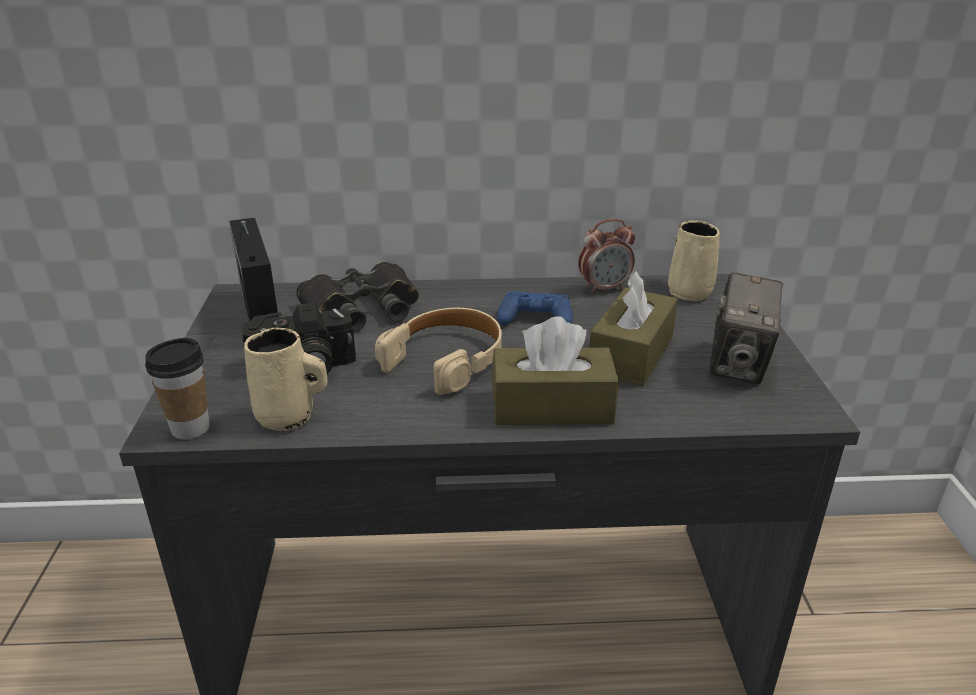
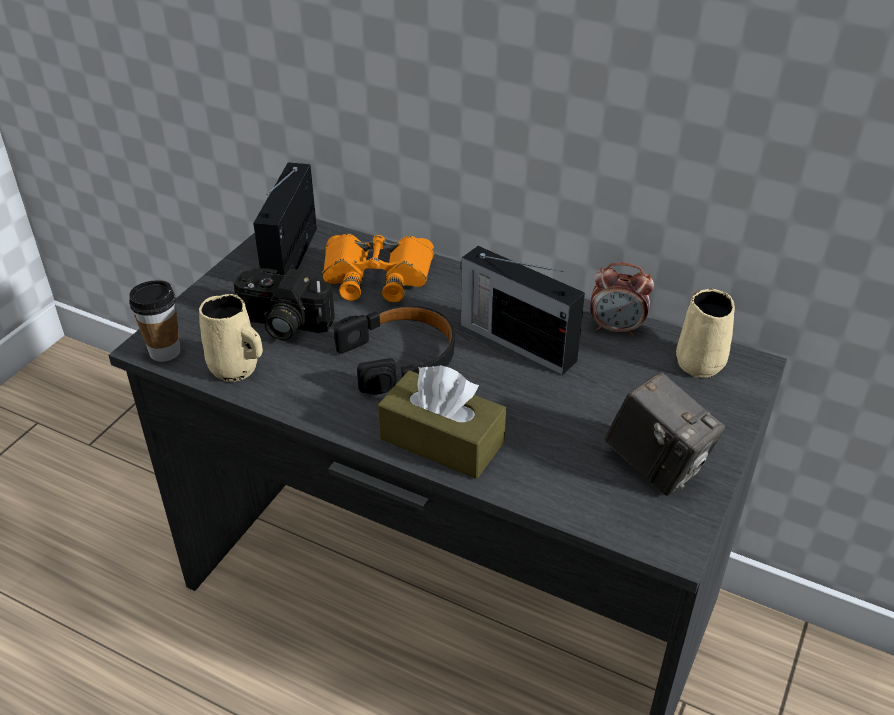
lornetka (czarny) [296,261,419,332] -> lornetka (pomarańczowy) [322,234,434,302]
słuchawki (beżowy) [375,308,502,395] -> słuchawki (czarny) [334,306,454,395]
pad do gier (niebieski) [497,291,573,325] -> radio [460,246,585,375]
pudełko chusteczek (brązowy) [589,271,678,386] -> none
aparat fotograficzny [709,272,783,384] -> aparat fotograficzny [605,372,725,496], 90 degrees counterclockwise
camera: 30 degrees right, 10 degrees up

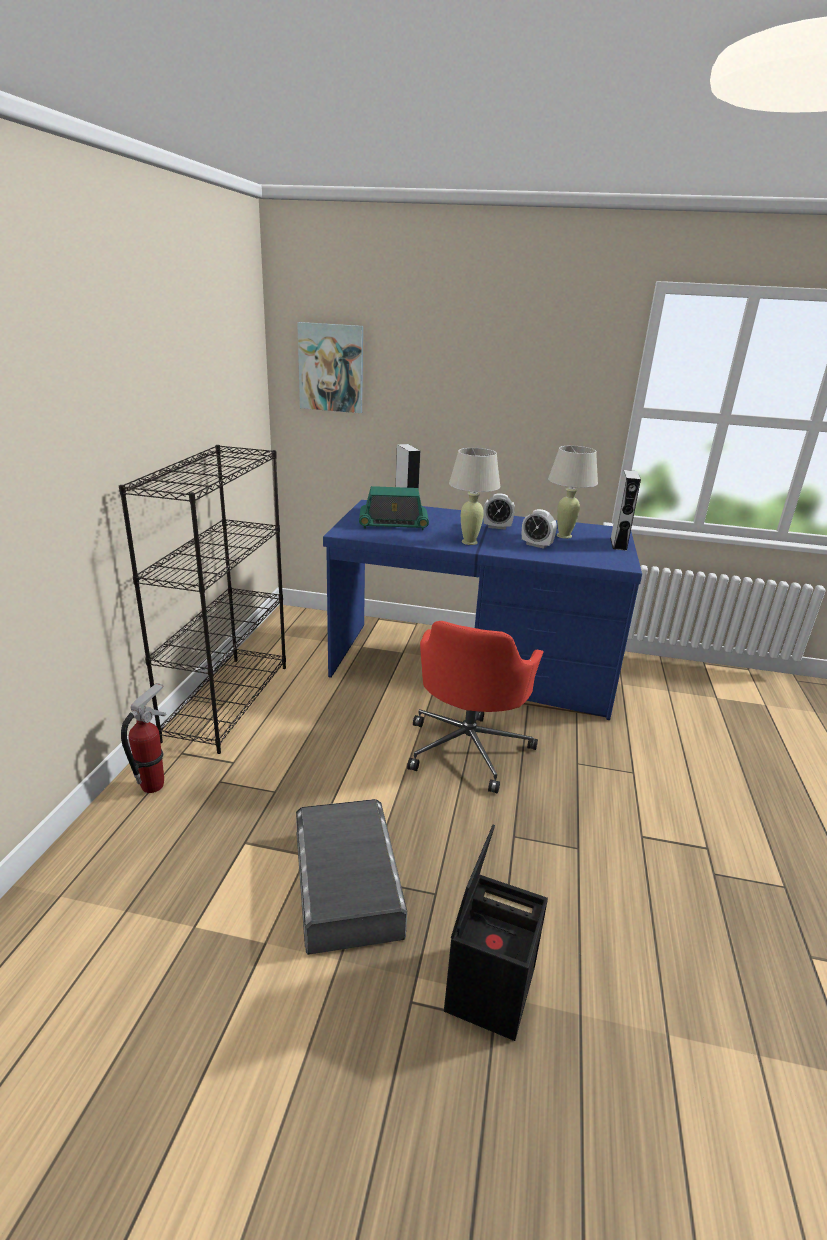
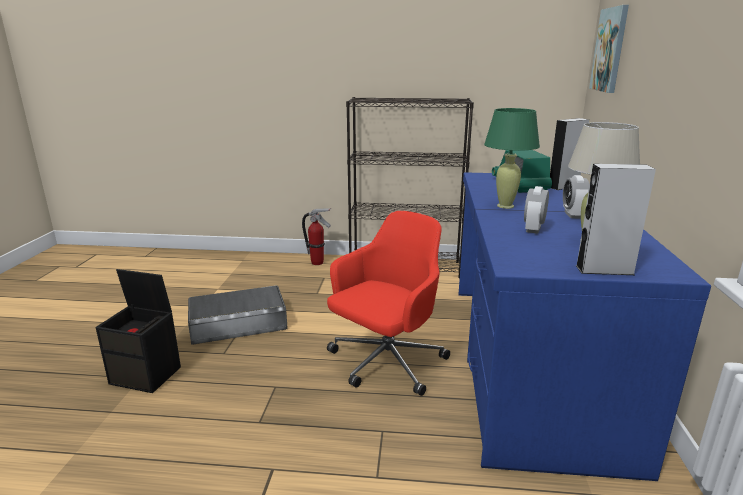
krzesło biurowe (czerwony) [407,621,544,794] -> krzesło biurowe (czerwony) [327,211,450,396], 120 degrees clockwise
lampa stołowa (beżowy) [449,448,501,545] -> lampa stołowa (zielony) [484,108,540,209]
camera: 85 degrees right, 5 degrees down

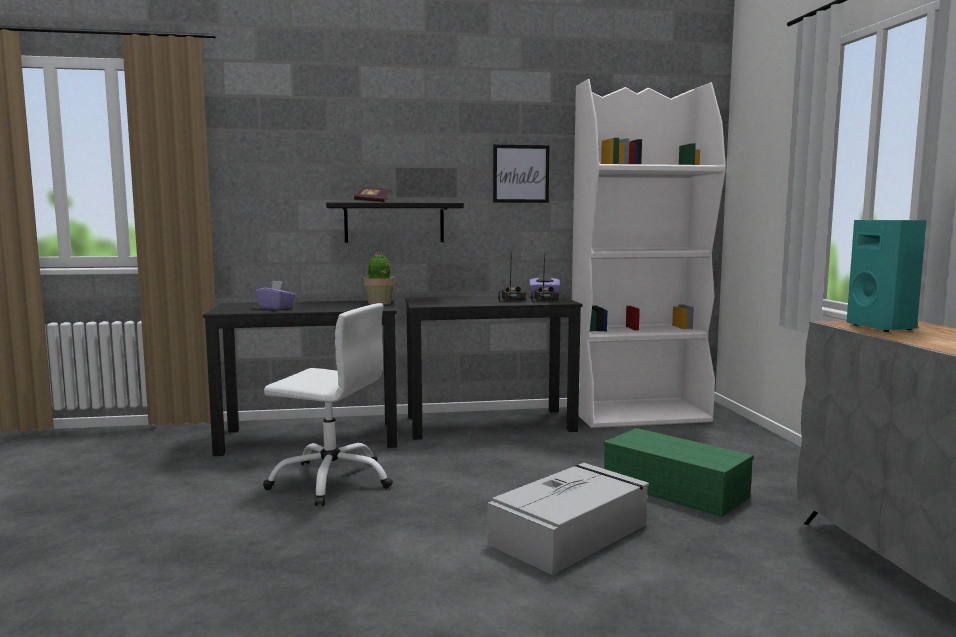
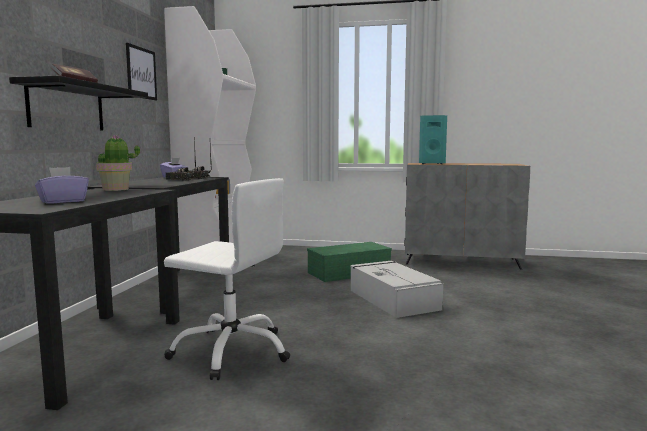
krzesło biurowe (biały) [263,303,393,506] -> krzesło biurowe (biały) [164,178,290,380], 75 degrees clockwise
camera: 70 degrees left, 0 degrees up

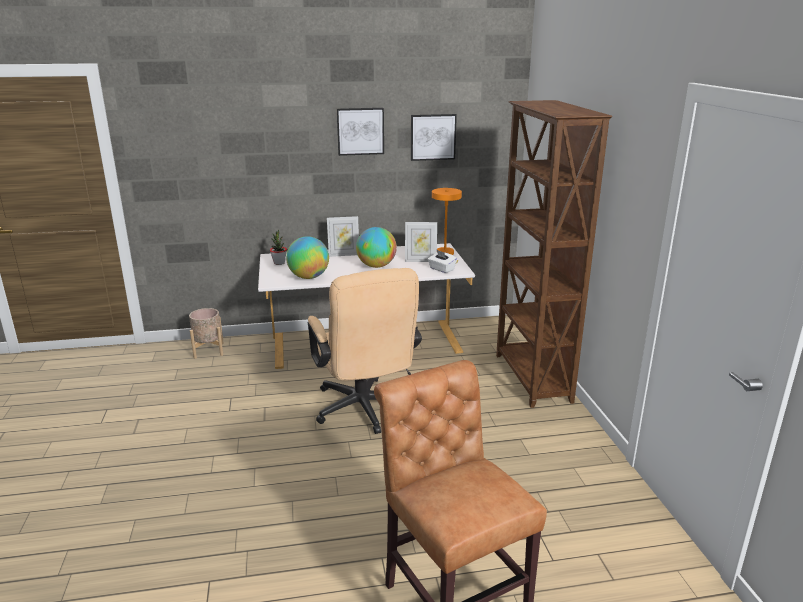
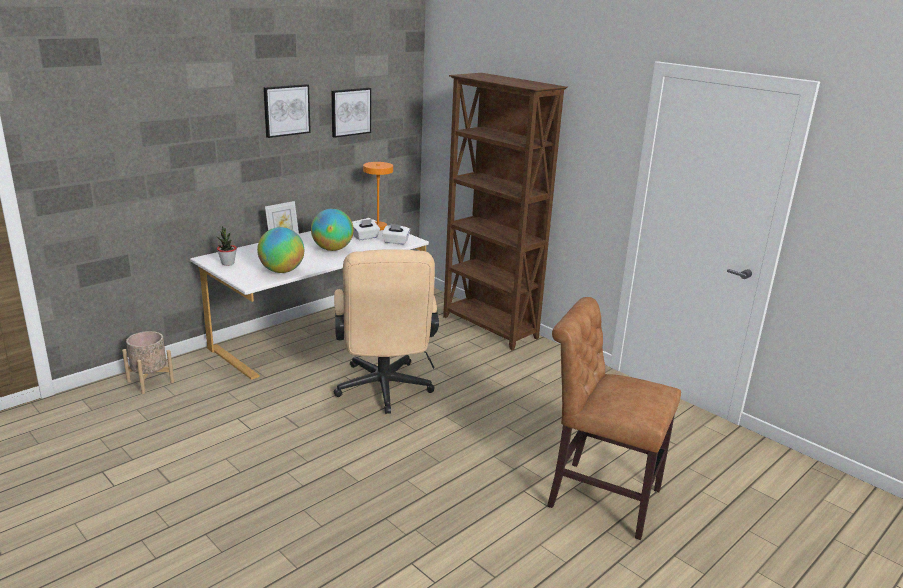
krzesło biurowe (beżowy) [308,268,422,434] -> krzesło biurowe (beżowy) [334,249,439,414], 45 degrees clockwise
ramka na zdjęcie [405,222,437,262] -> pudełko chusteczek (biały) [353,219,380,240]
camera: 35 degrees left, 0 degrees up

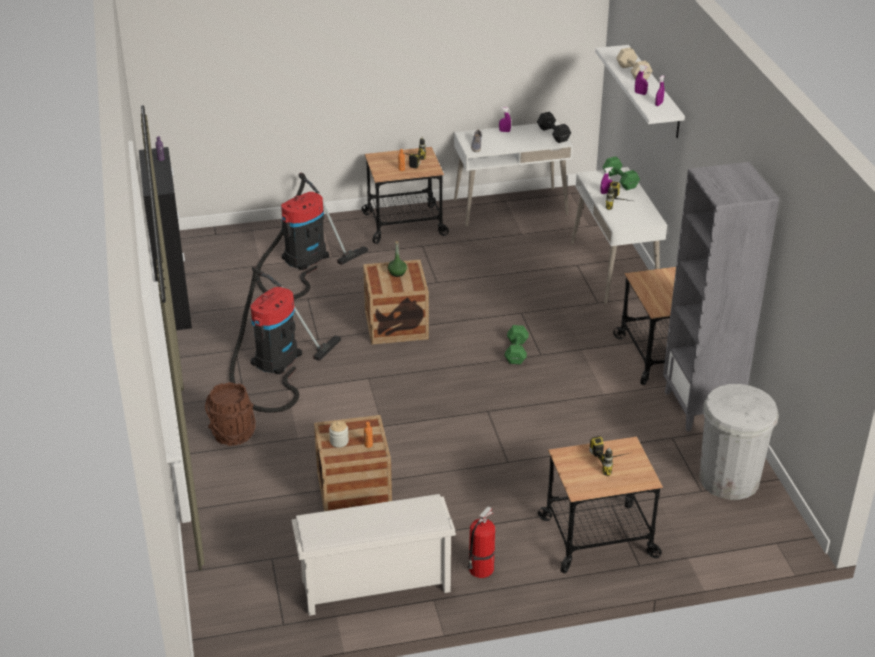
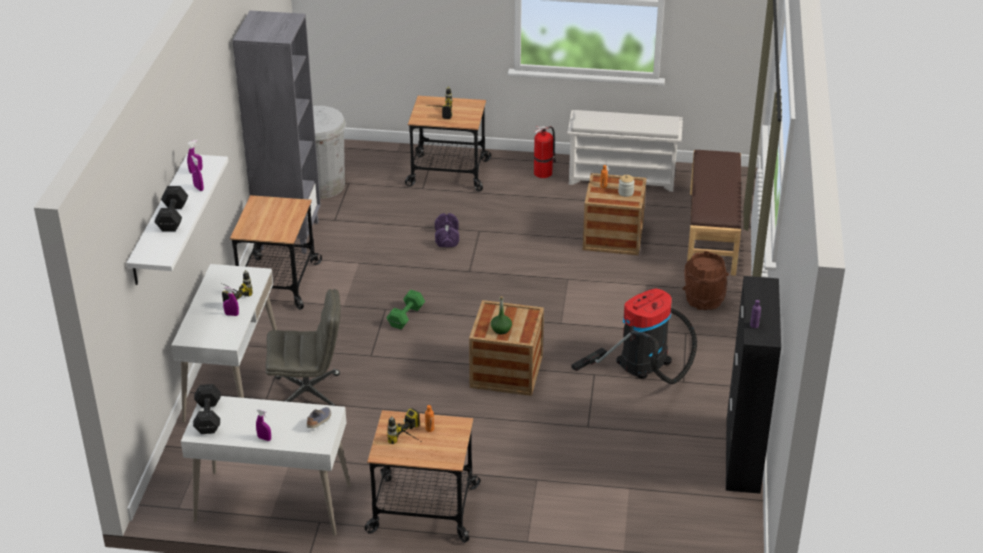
odkurzacz [256,173,368,299] -> none
hantel (zielony) [602,156,640,190] -> none
hantel (beżowy) [616,47,653,80] -> hantel (czarny) [155,186,188,231]
none -> krzesło biurowe (szary) [266,289,341,406]
none -> hantel (fioletowy) [435,213,459,248]
none -> ławka (brązowy) [687,150,741,276]
camera: 160 degrees left, 0 degrees up

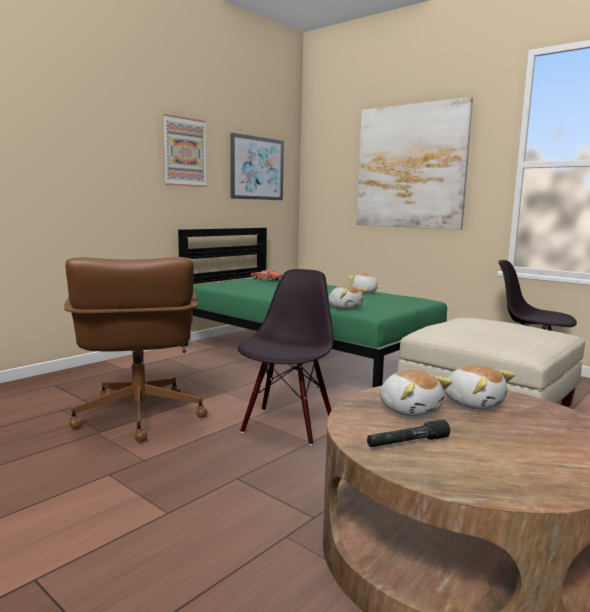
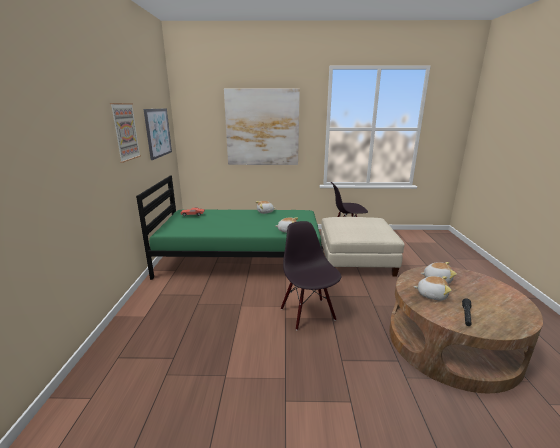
krzesło biurowe (brązowy) [64,257,207,442] -> none
camera: 40 degrees left, 10 degrees up

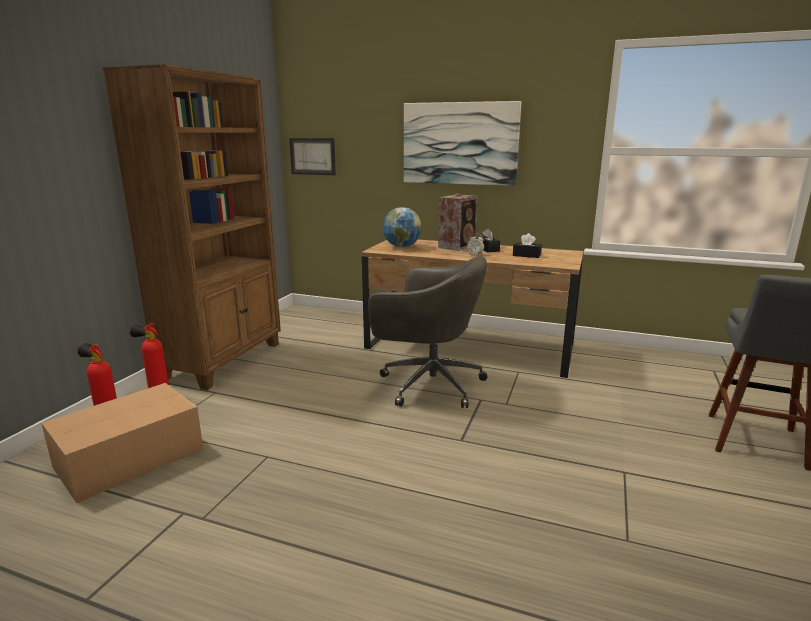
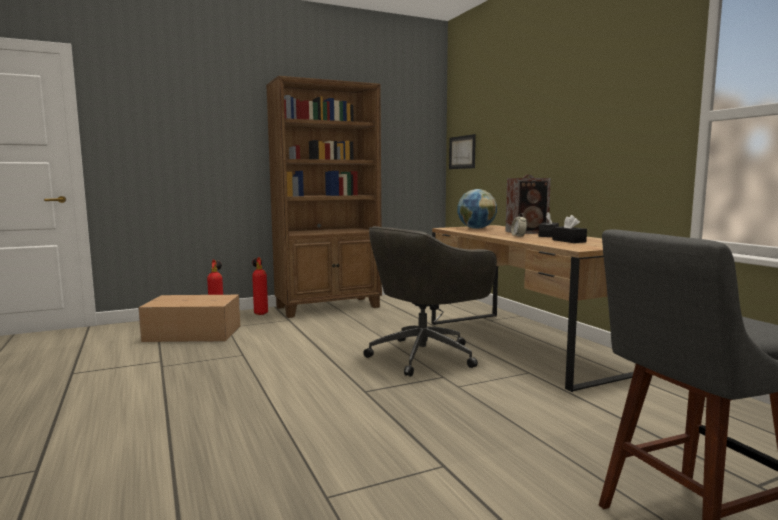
krzesło biurowe (szary) [368,256,487,408] -> krzesło biurowe (szary) [363,226,497,377], 75 degrees clockwise
obraz [404,101,521,186] -> none
camera: 45 degrees right, 10 degrees down

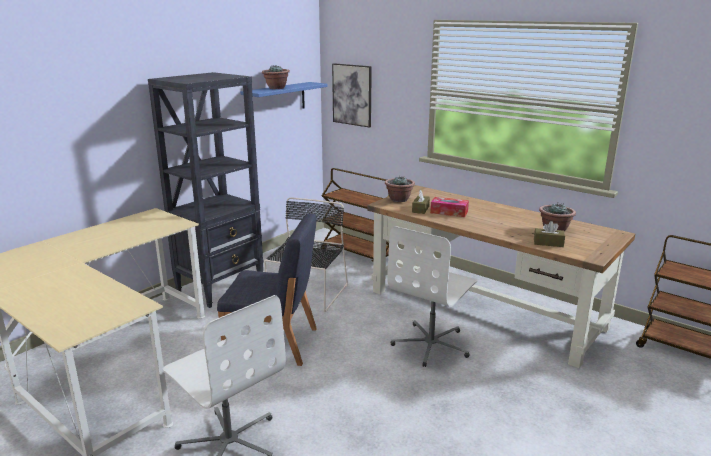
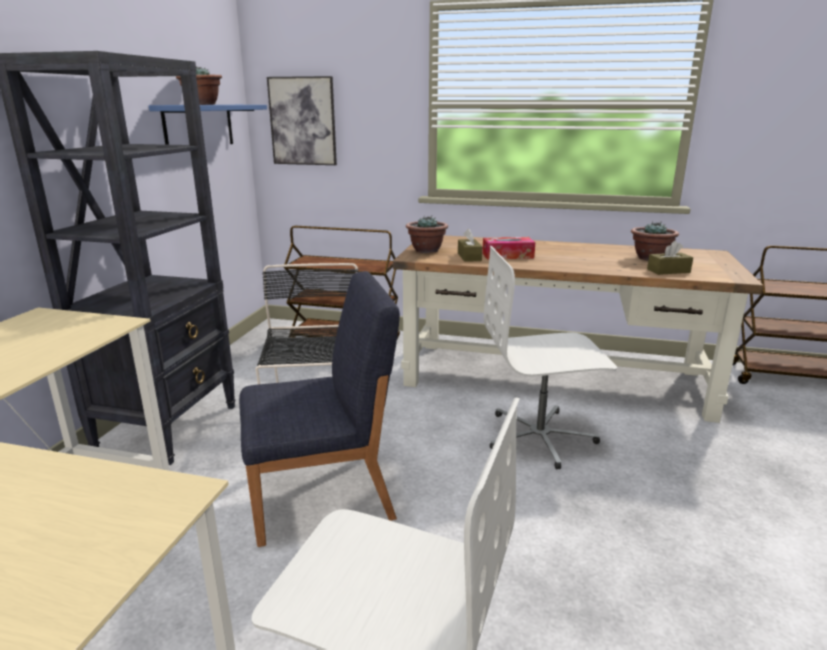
krzesło biurowe (biały) [387,226,477,367] -> krzesło biurowe (biały) [484,246,617,469], 75 degrees clockwise
camera: 25 degrees left, 0 degrees up

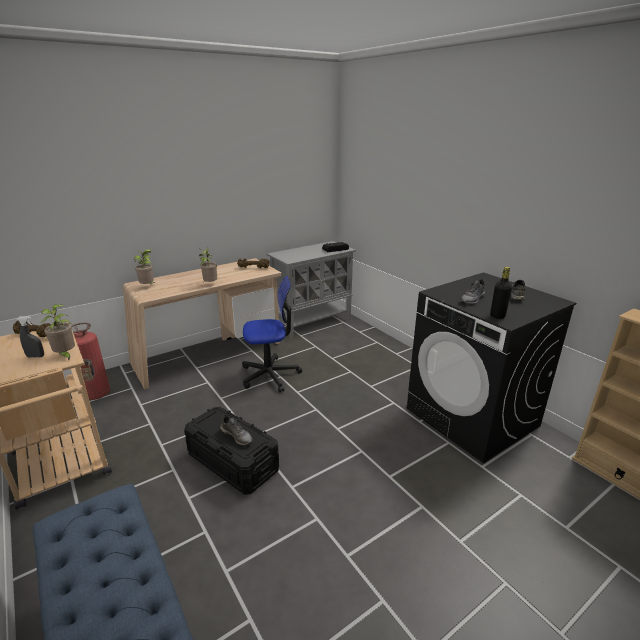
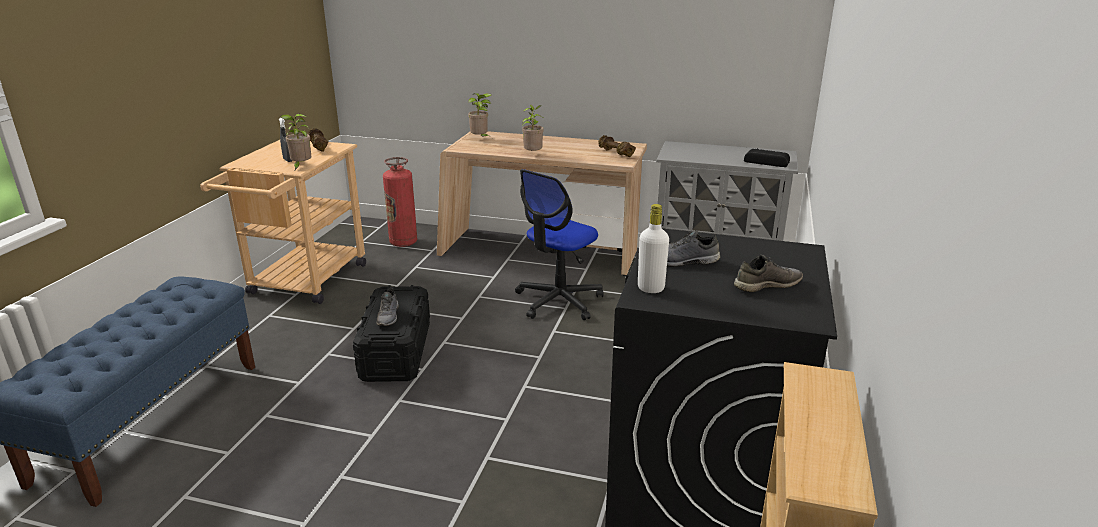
krzesło biurowe [242,276,302,392] -> krzesło biurowe [515,169,604,320], 90 degrees clockwise
butelka (czarny) [490,267,512,319] -> butelka (biały) [638,204,669,293]
camera: 50 degrees right, 0 degrees up

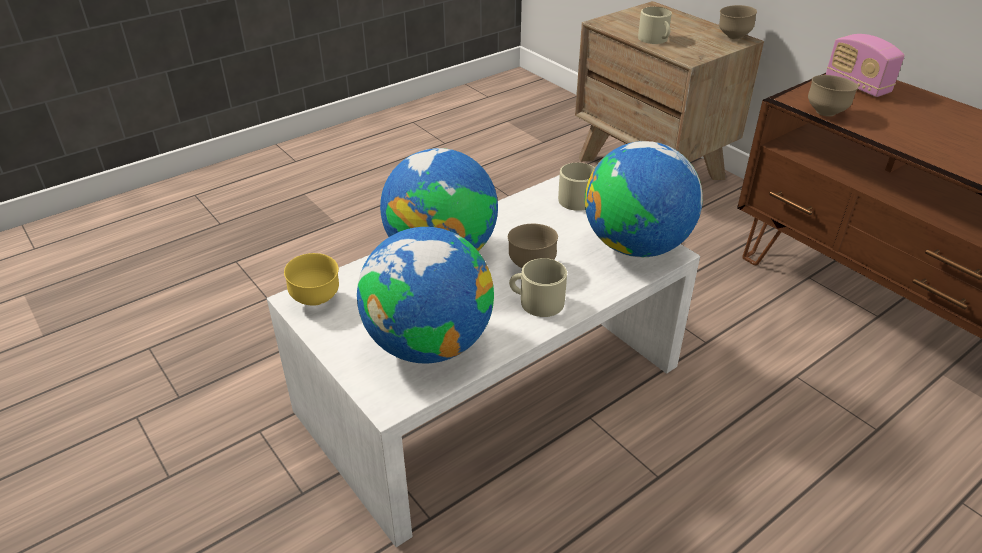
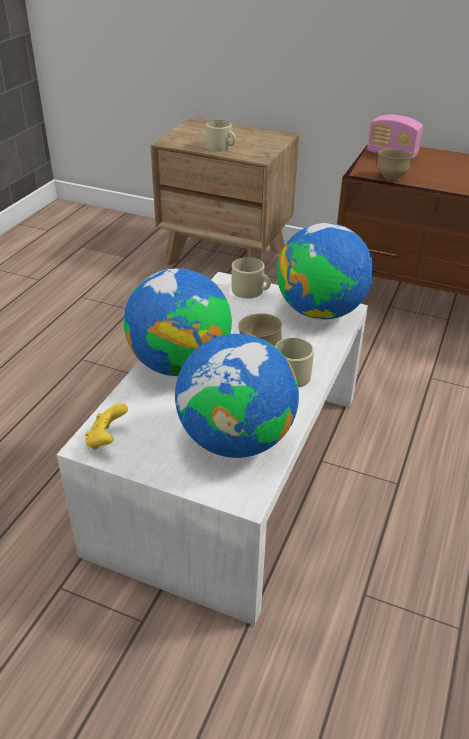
miska (żółty) [284,253,339,306] -> pad do gier (żółty) [85,403,128,450]
miska (brązowy) [719,5,757,39] -> none
camera: 30 degrees left, 0 degrees up

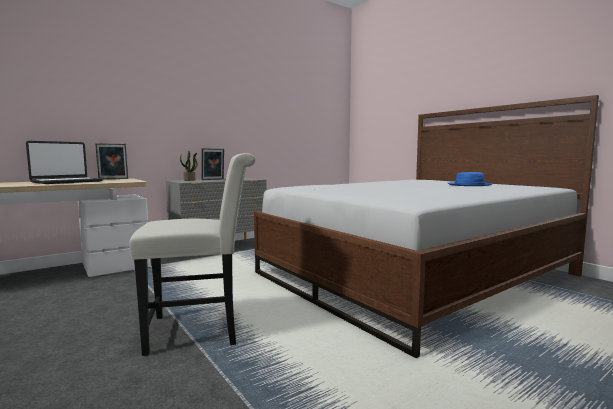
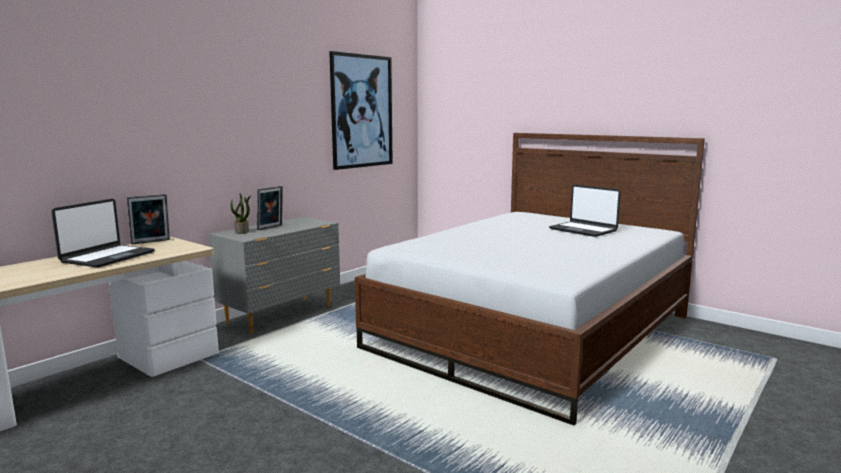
krzesło (biały) [129,153,256,356] -> none
kapelusz (niebieski) [448,172,493,186] -> laptop [549,185,621,237]
none -> obraz [329,51,393,170]
camera: 15 degrees left, 5 degrees up

